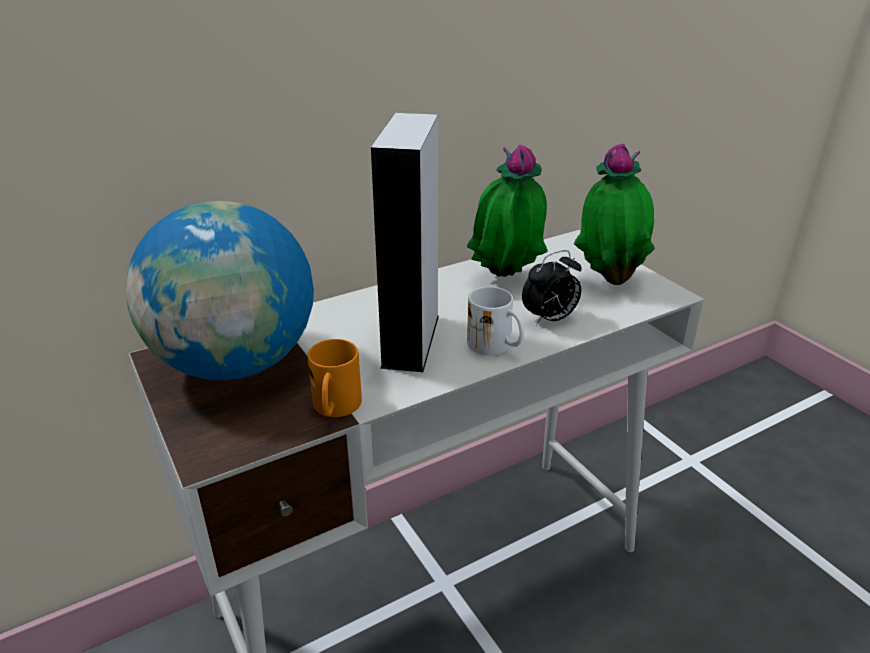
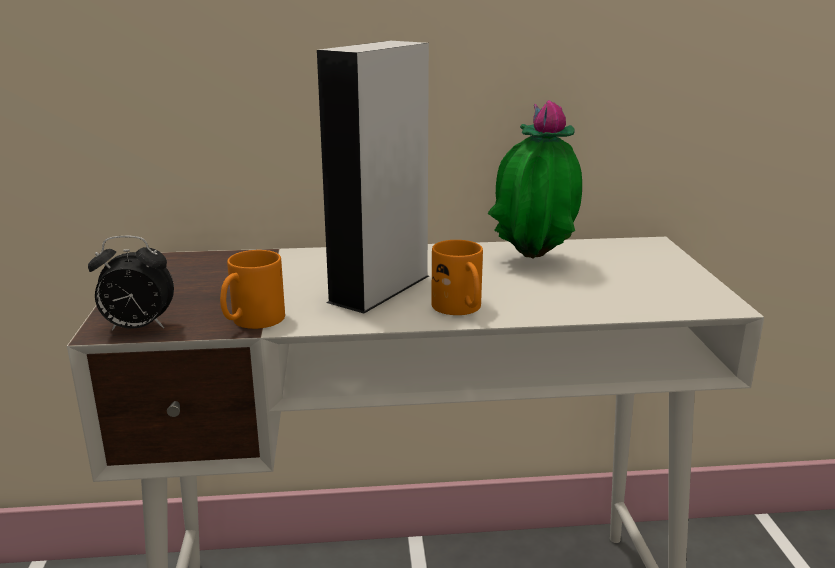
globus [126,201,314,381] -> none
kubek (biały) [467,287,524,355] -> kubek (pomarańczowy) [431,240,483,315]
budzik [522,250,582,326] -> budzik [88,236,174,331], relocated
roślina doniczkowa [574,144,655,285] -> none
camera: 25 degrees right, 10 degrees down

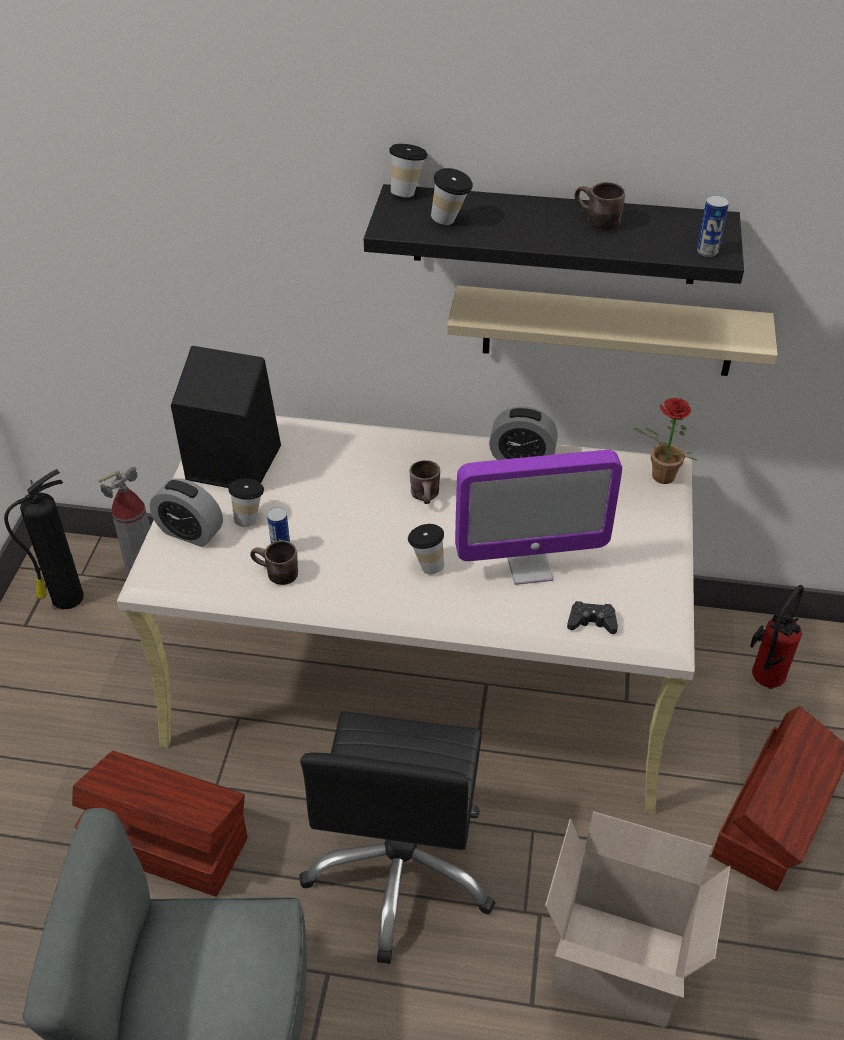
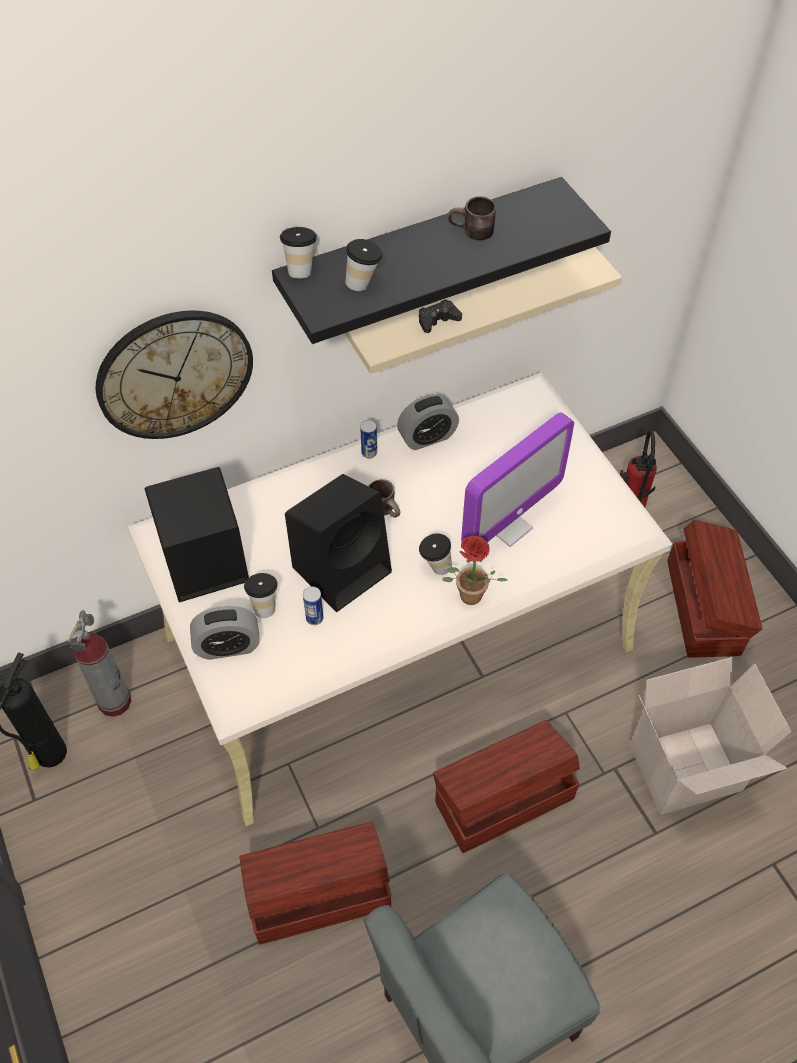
kubek (brązowy) [250,540,298,585] -> none
krzesło biurowe (czarny) [299,711,495,964] -> pojemnik do przechowywania (brązowy) [433,720,580,853]
pad do gier (czarny) [567,601,618,634] -> pad do gier (czarny) [419,299,462,333], relocated
roślina doniczkowa [633,398,698,484] -> roślina doniczkowa [442,536,507,605], relocated
puszka [697,195,729,257] -> puszka [360,420,377,459], relocated
none -> zegar ścienny [96,310,253,439]
none -> głośnik (czarny) [285,474,392,612]
camera: 35 degrees left, 10 degrees up

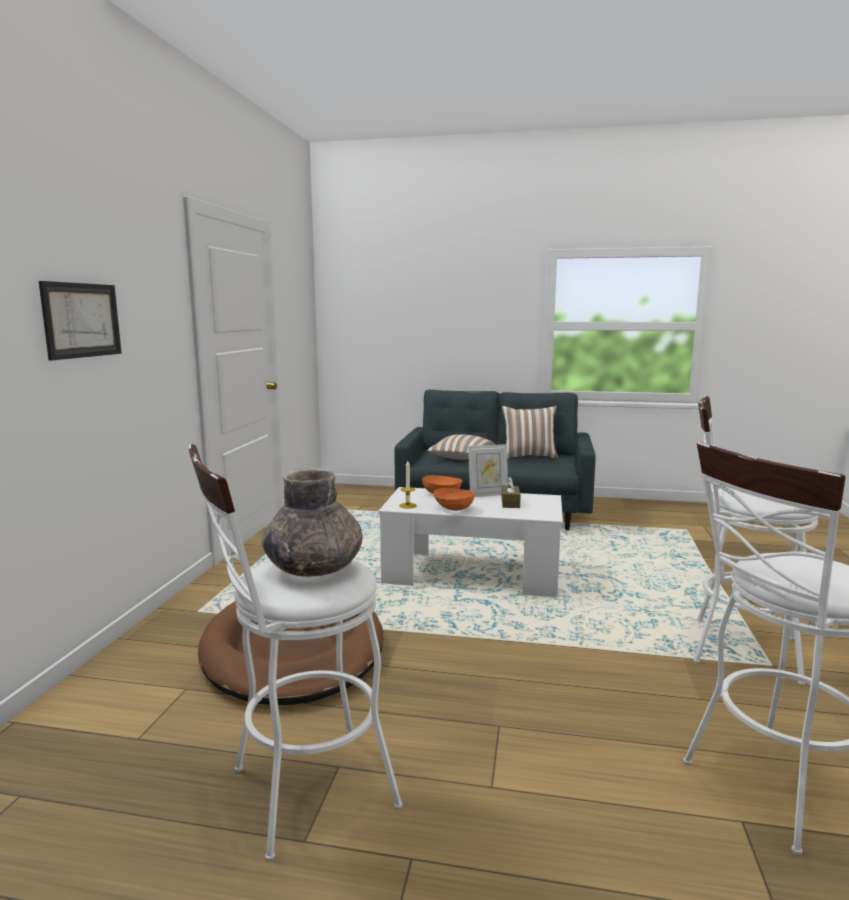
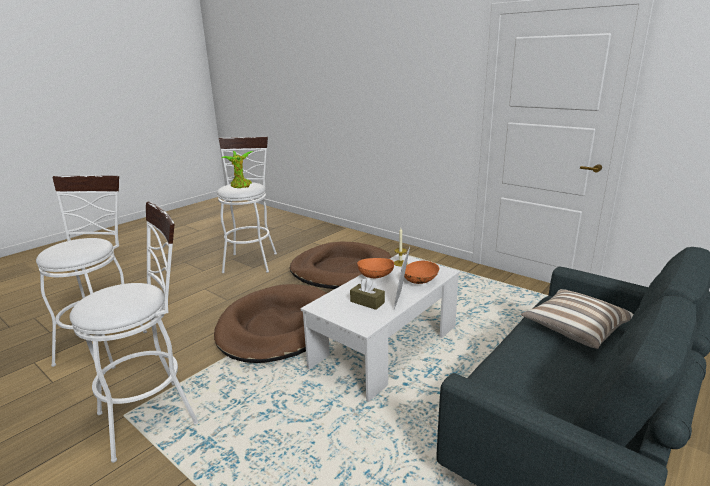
obraz [39,281,122,361] -> none
wazon (szary) [262,468,363,577] -> roślina doniczkowa [222,151,253,188]
poduszka [502,406,558,459] -> none
none -> legowisko (brązowy) [214,284,327,363]
camera: 120 degrees right, 10 degrees up

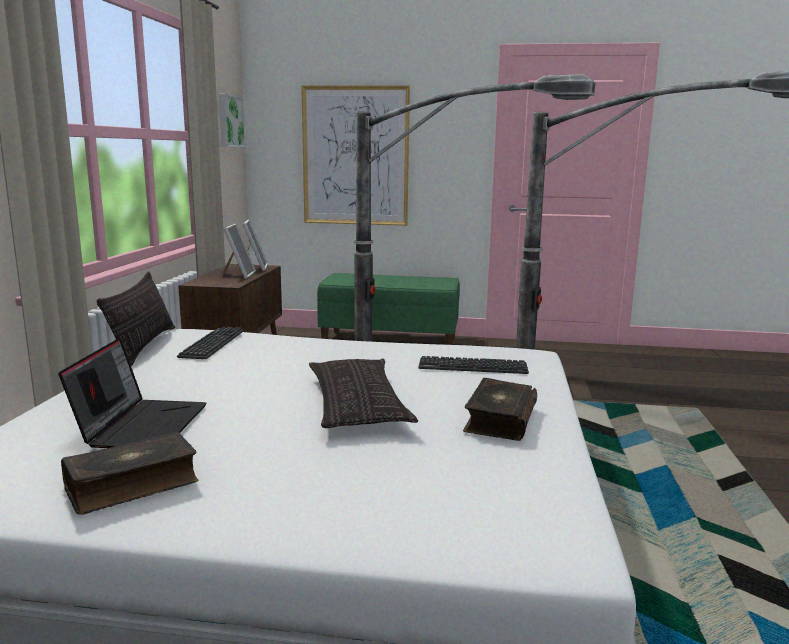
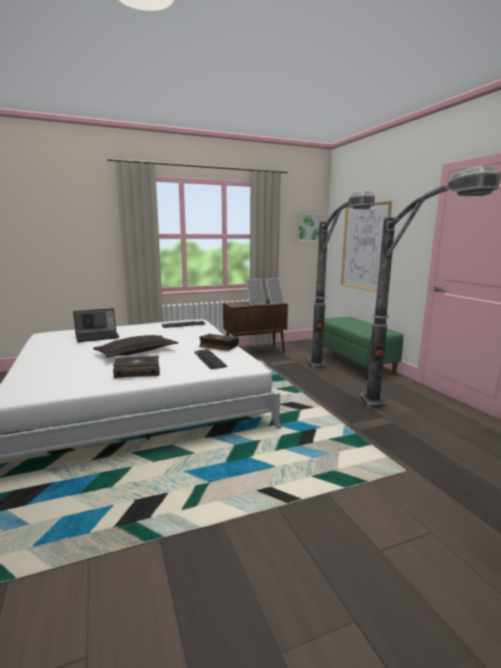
książka [61,432,199,515] -> książka [199,334,239,351], relocated
poduszka [97,272,175,366] -> none
camera: 60 degrees right, 0 degrees up

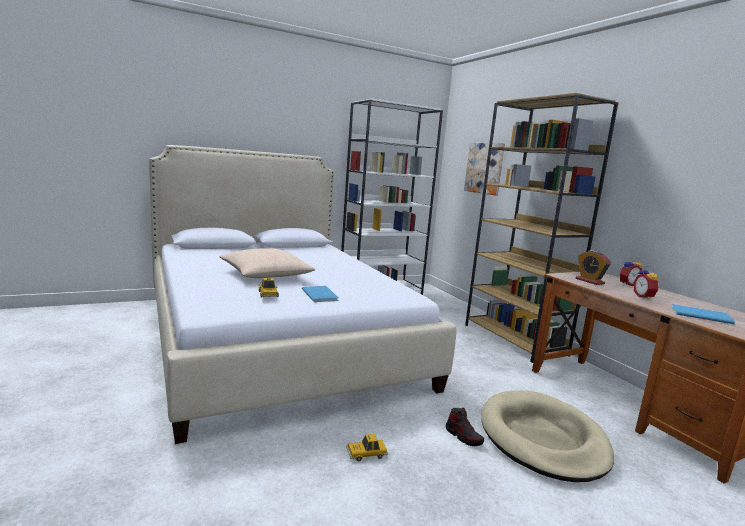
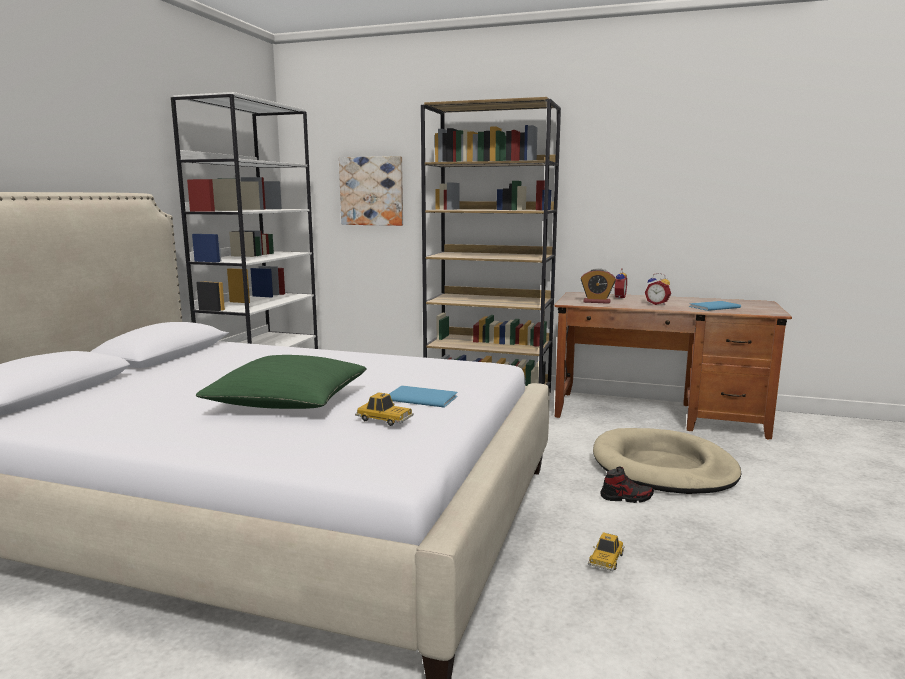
poduszka (beżowy) [220,248,315,278] -> poduszka (zielony) [196,355,367,409]
camera: 45 degrees left, 0 degrees up

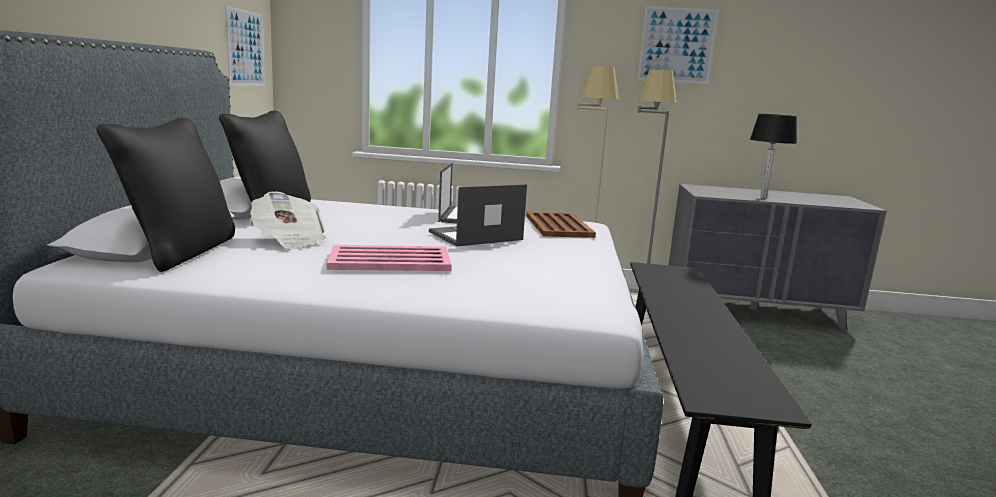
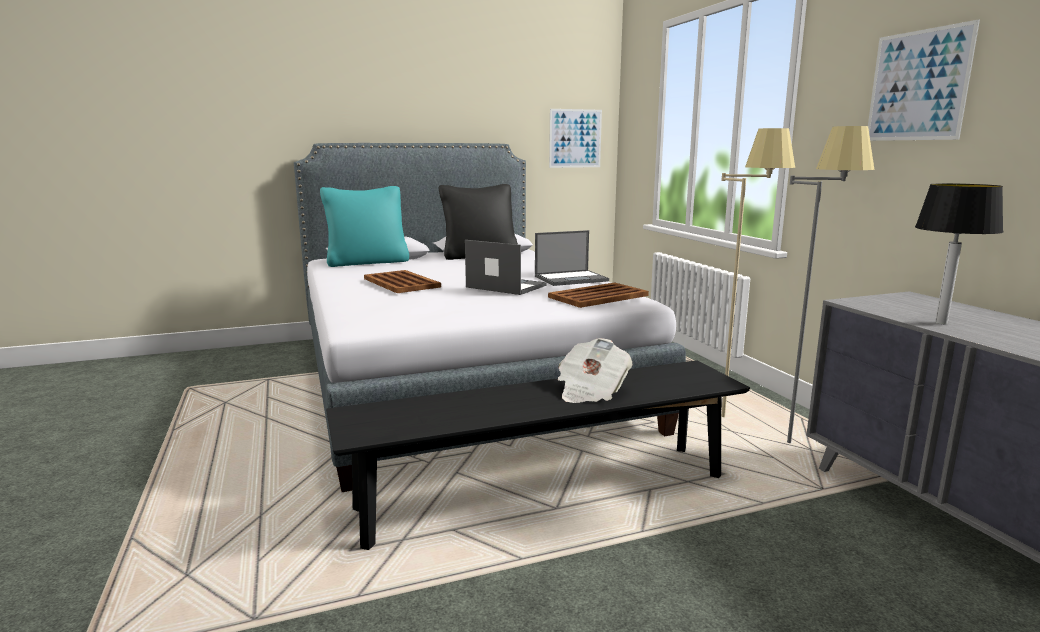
poduszka (czarny) [96,117,235,272] -> poduszka (turkusowy) [320,186,409,267]
gazeta [250,192,326,250] -> gazeta [558,338,632,403], relocated
taca (różowy) [327,245,452,271] -> taca (brązowy) [364,270,441,293]
camera: 65 degrees right, 0 degrees up

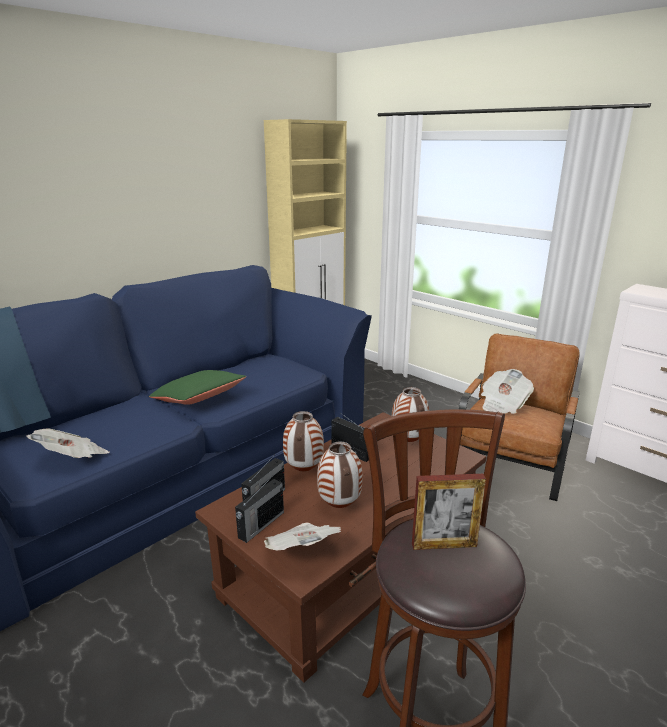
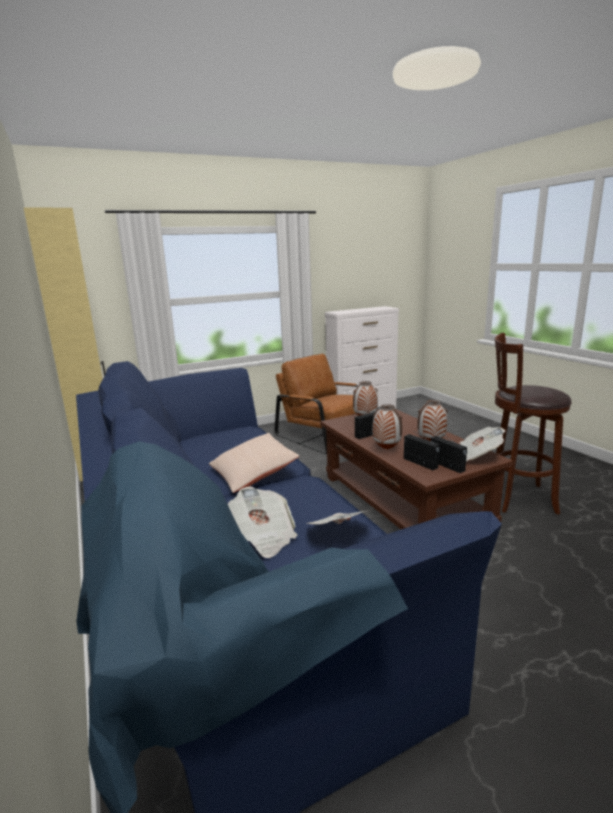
poduszka (zielony) [149,370,246,405] -> poduszka (beżowy) [209,433,299,493]
ramka na zdjęcie [412,474,486,550] -> none
gazeta [481,369,534,414] -> gazeta [228,486,298,558], relocated
camera: 70 degrees left, 5 degrees down

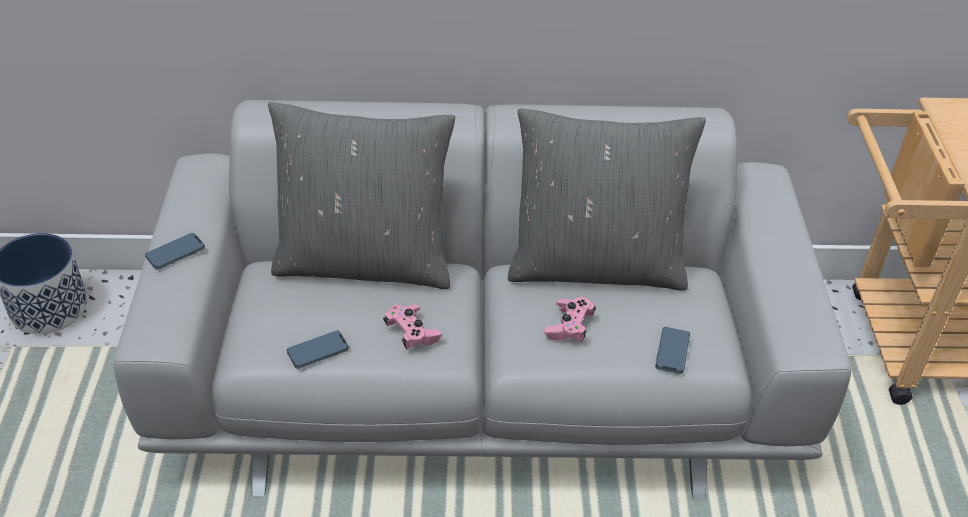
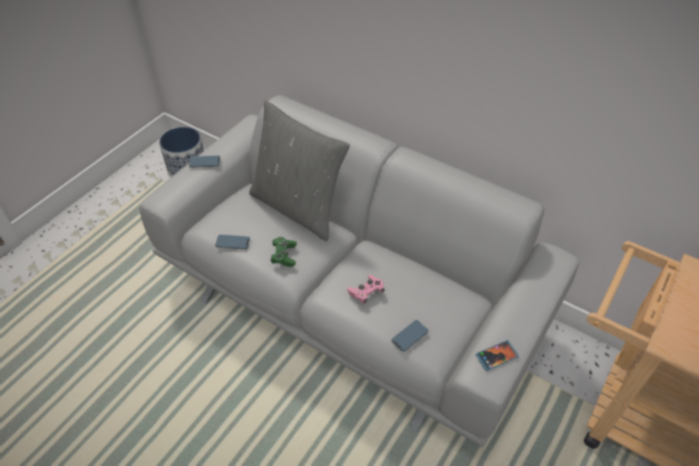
pad do gier (różowy) [383,304,442,350] -> pad do gier (zielony) [270,237,297,267]
poduszka (szary) [508,109,706,291] -> none
none -> telefon [475,340,519,371]
camera: 35 degrees right, 5 degrees up

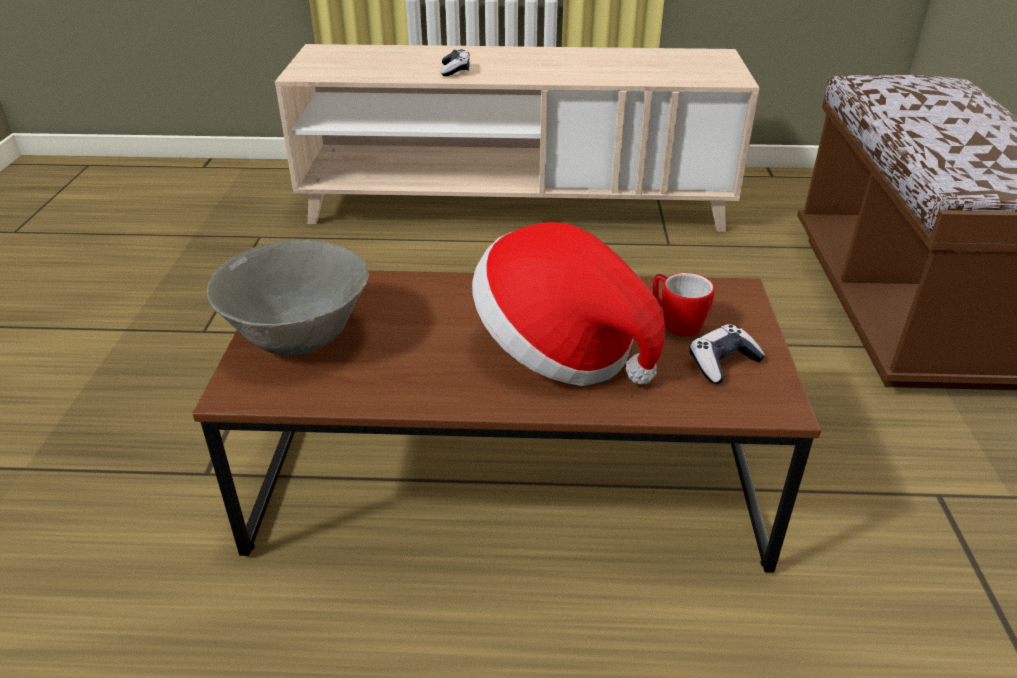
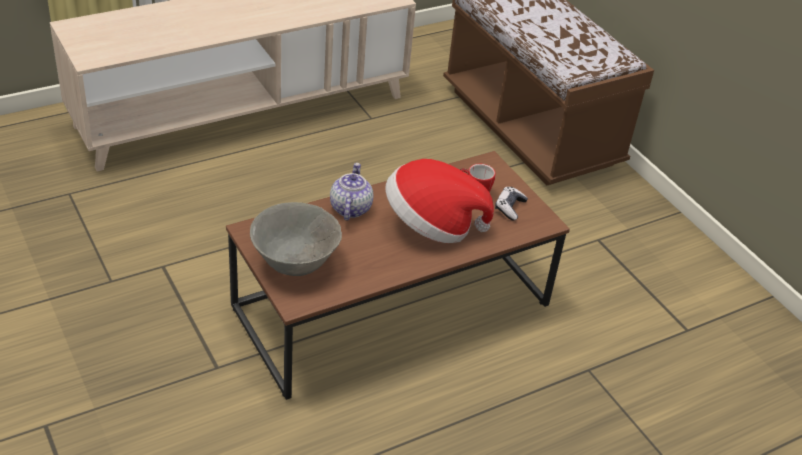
pad do gier [441,49,470,76] -> none
none -> imbryk [330,163,374,220]
camera: 35 degrees left, 5 degrees up

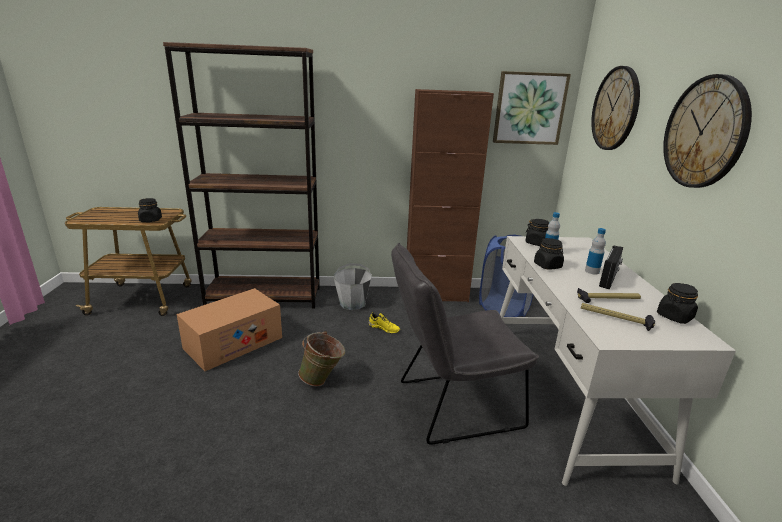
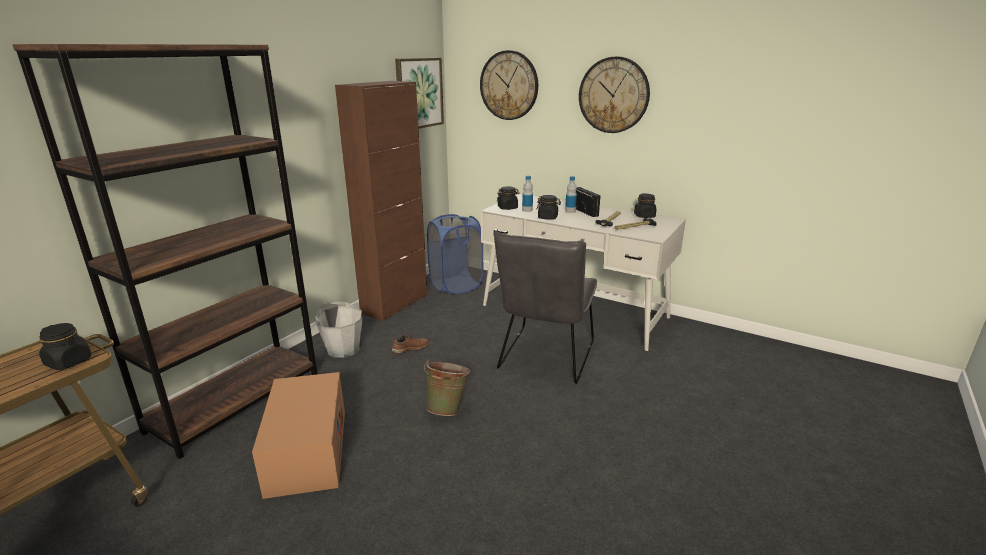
but (żółty) [368,312,400,333] -> but (brązowy) [392,334,429,354]
camera: 55 degrees left, 0 degrees up

